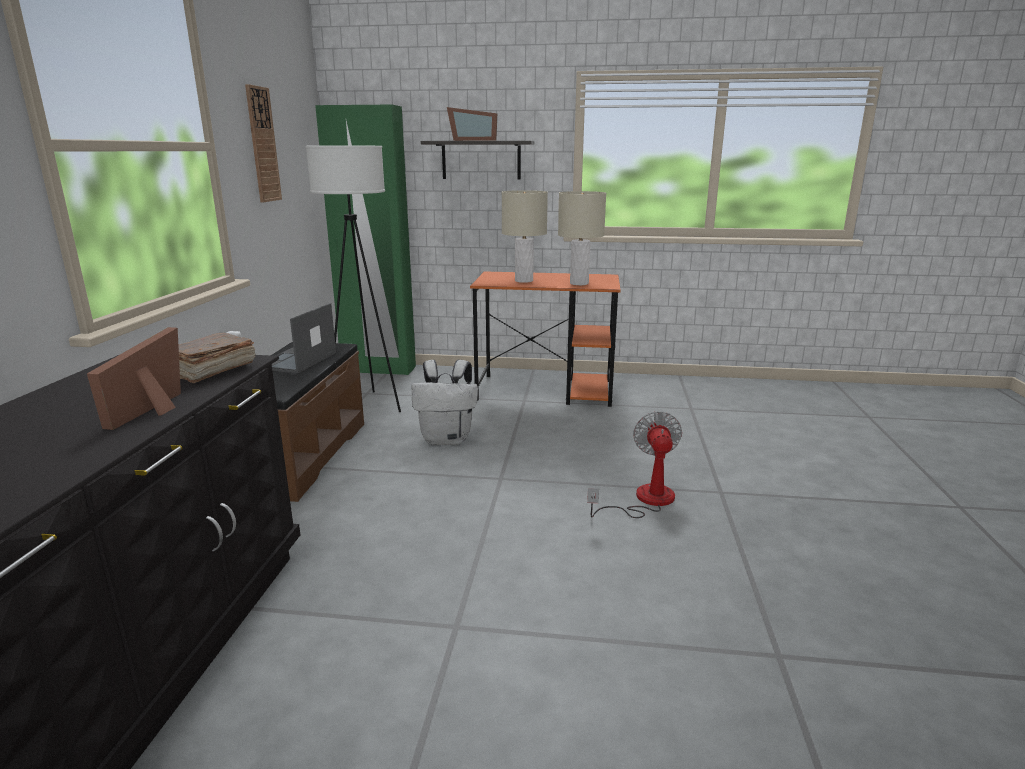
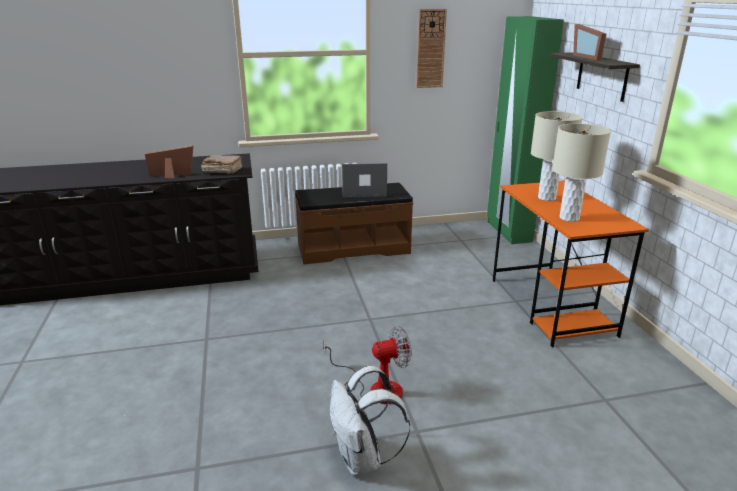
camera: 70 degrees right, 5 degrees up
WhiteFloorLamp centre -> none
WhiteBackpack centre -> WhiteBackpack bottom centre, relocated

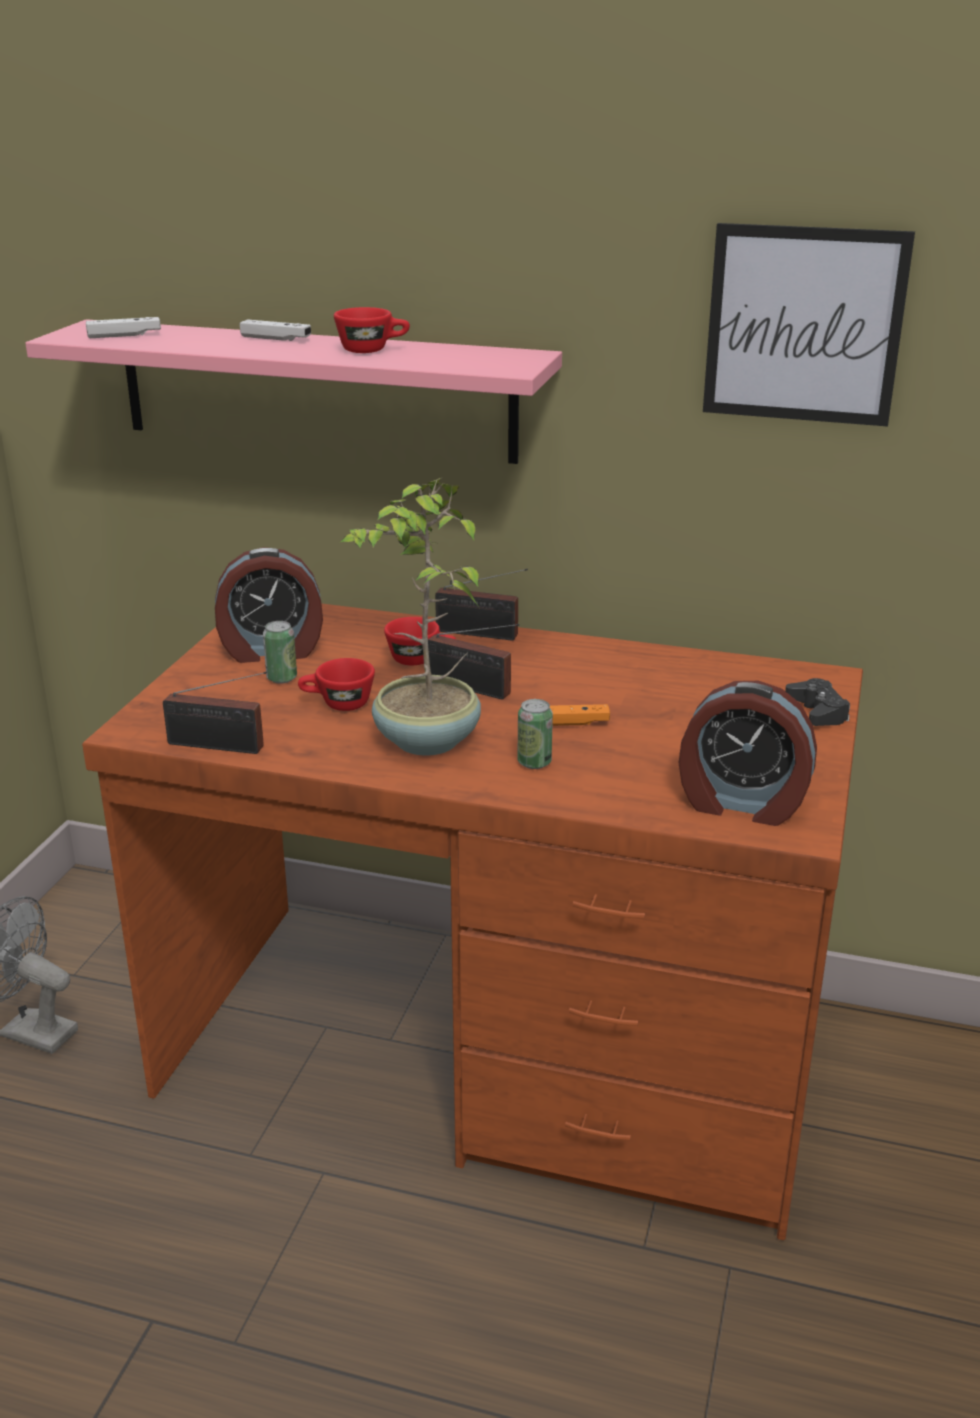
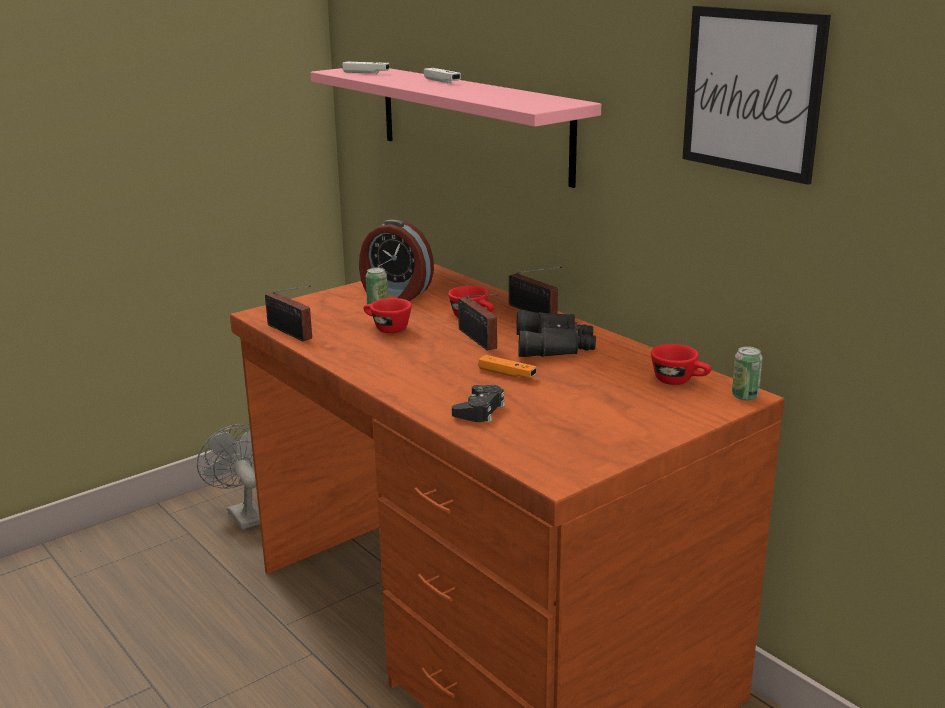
camera: 35 degrees right, 5 degrees down
PottedPlant centre -> none
AlarmClock (no. 2 from left) middle right -> none
none -> BlackBinoculars centre
RedCup (no. 2 from left in the first image) top centre -> RedCup (no. 3 from left) middle right, relocated
Can (no. 2 from left) centre -> Can (no. 2 from left) middle right, relocated
BlackGameController middle right -> BlackGameController centre, relocated

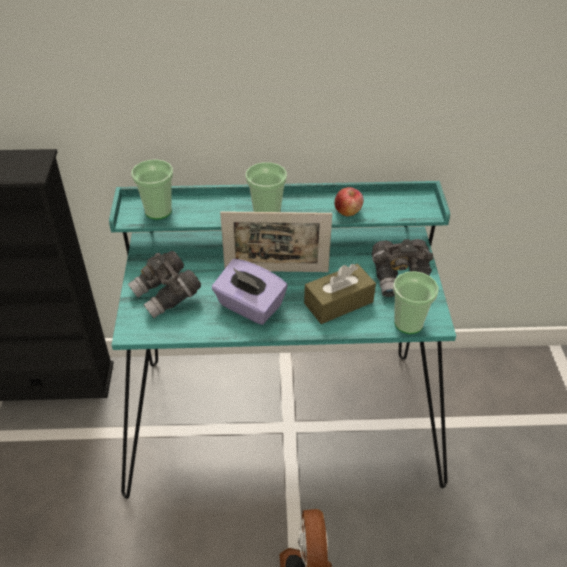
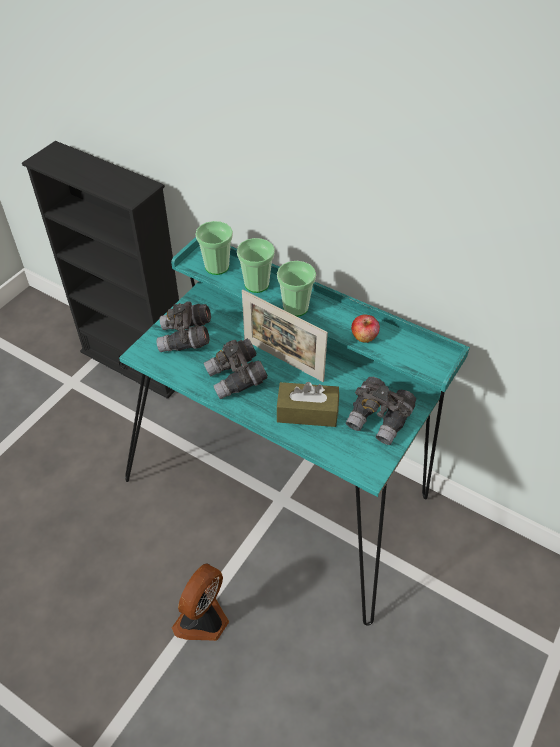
camera: 35 degrees right, 5 degrees up
Cup (no. 3 from left in the first image) middle right -> Cup (no. 2 from left) centre, relocated
PurpleTissueBox centre -> GreyBinoculars (no. 2 from left) centre

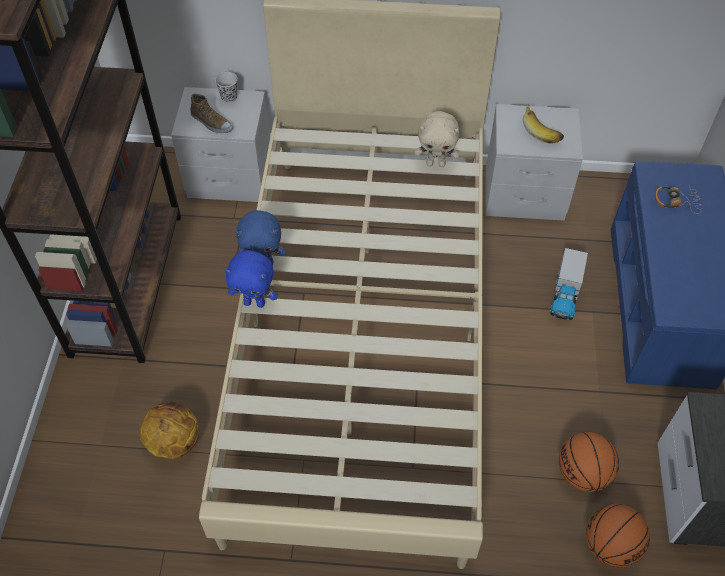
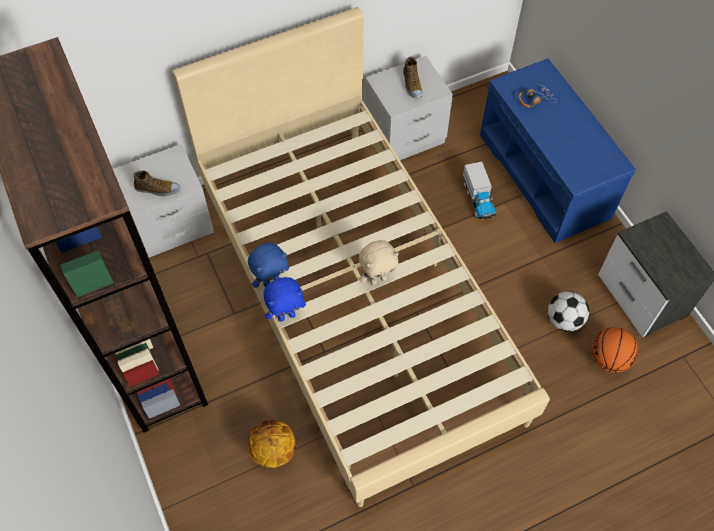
camera: 30 degrees left, 5 degrees up
BlackCup top left -> none
BeigePlushToy top centre -> BeigePlushToy centre, relocated
Banana top right -> Shoe (no. 2 from left) top centre
Basketball (no. 2 from left) bottom right -> Football middle right

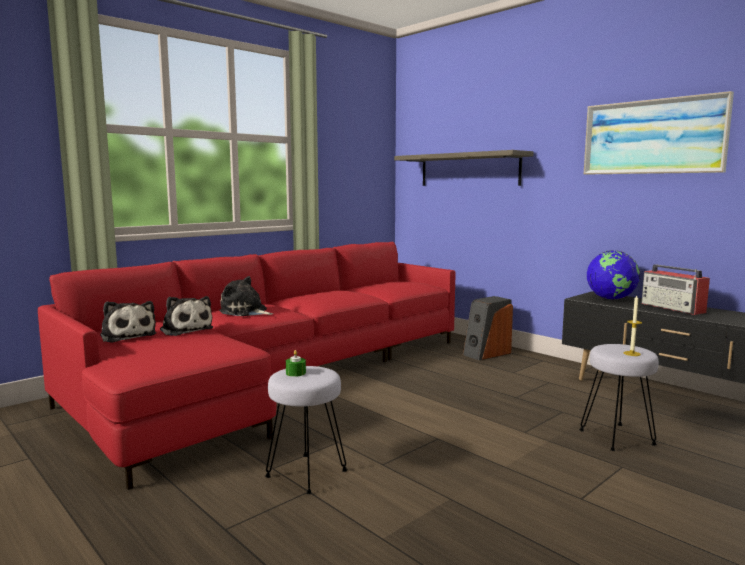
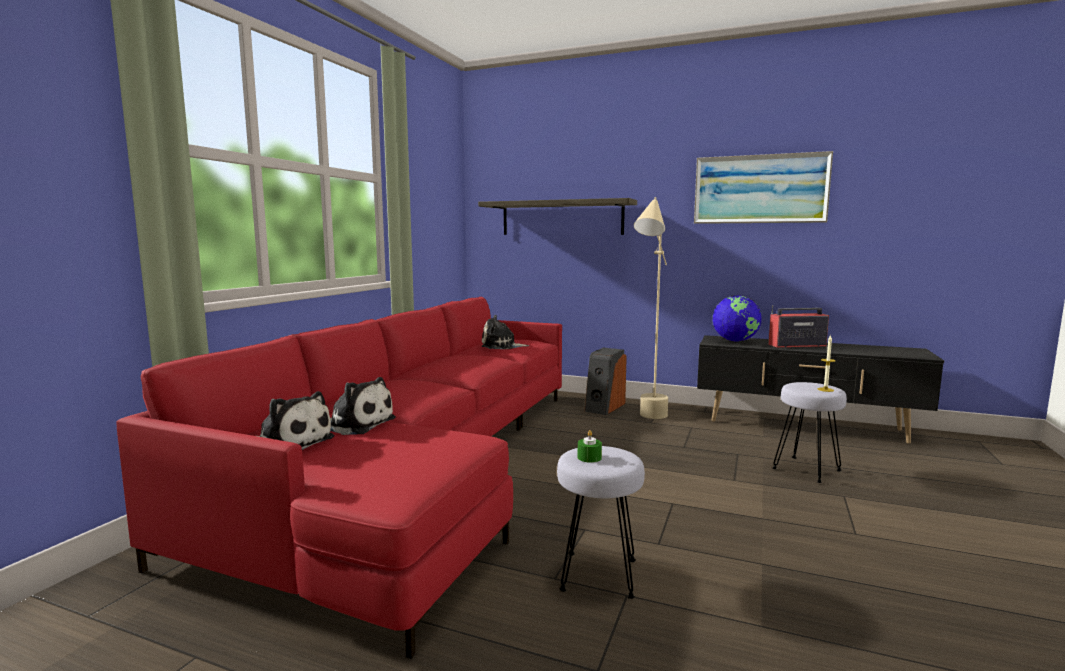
camera: 25 degrees left, 0 degrees up
none -> BeigeFloorLamp centre
PlushToy (no. 3 from left) middle left -> PlushToy (no. 3 from left) centre, relocated
Radio middle right, 135 degrees clockwise

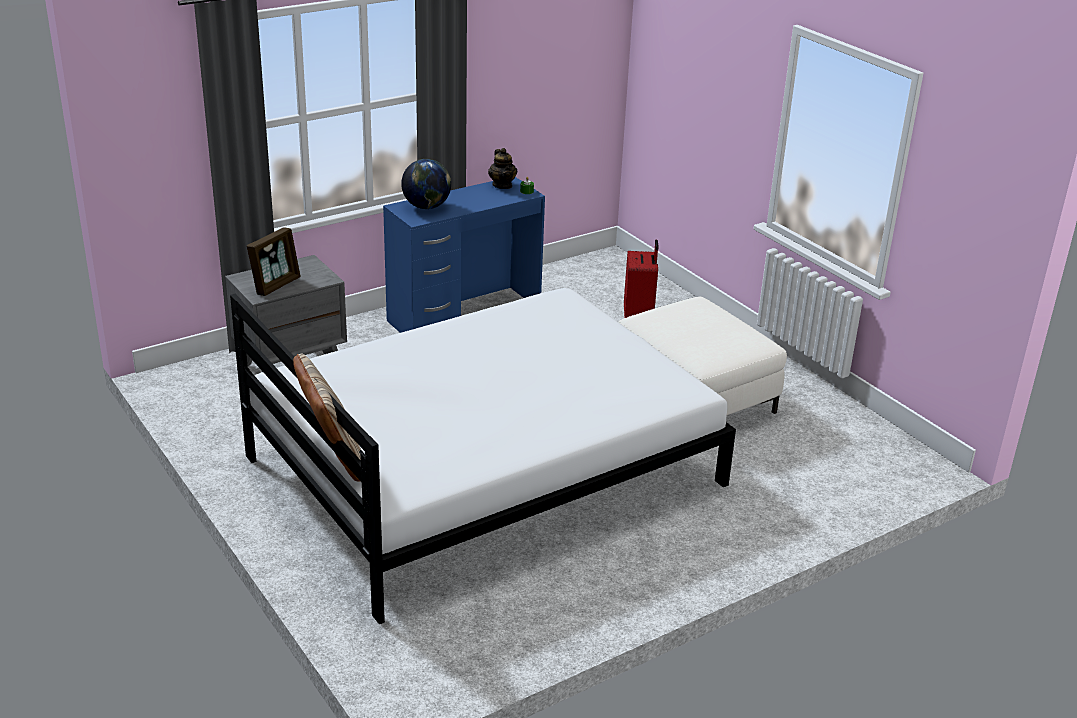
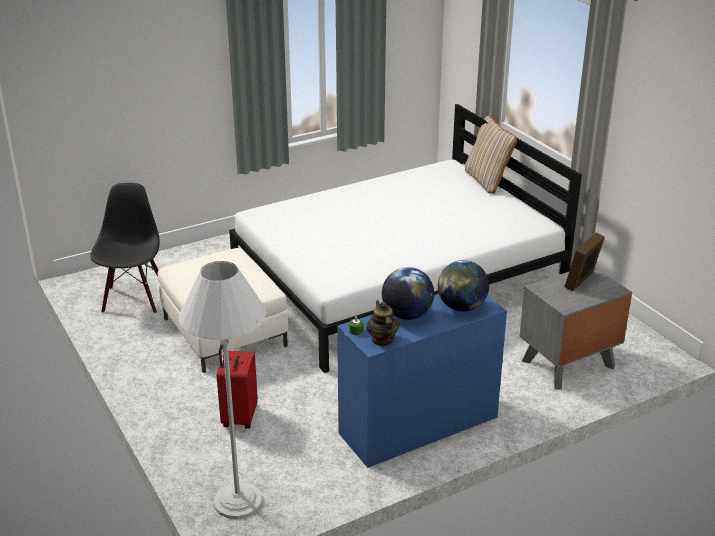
camera: 175 degrees left, 0 degrees up
none -> BlackChair middle left
none -> WhiteFloorLamp bottom left
none -> Globe (no. 1 from left) centre

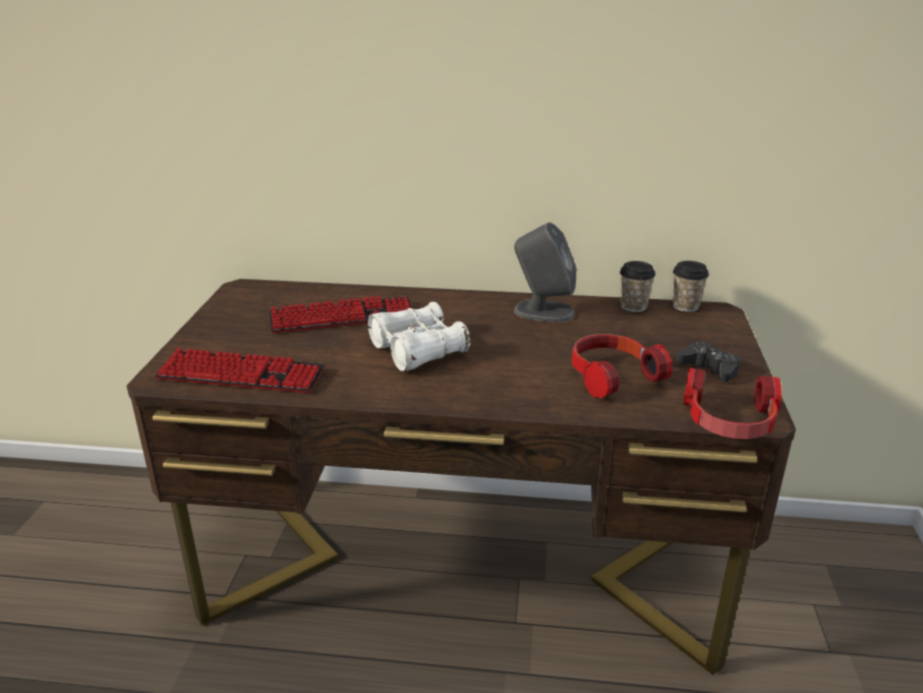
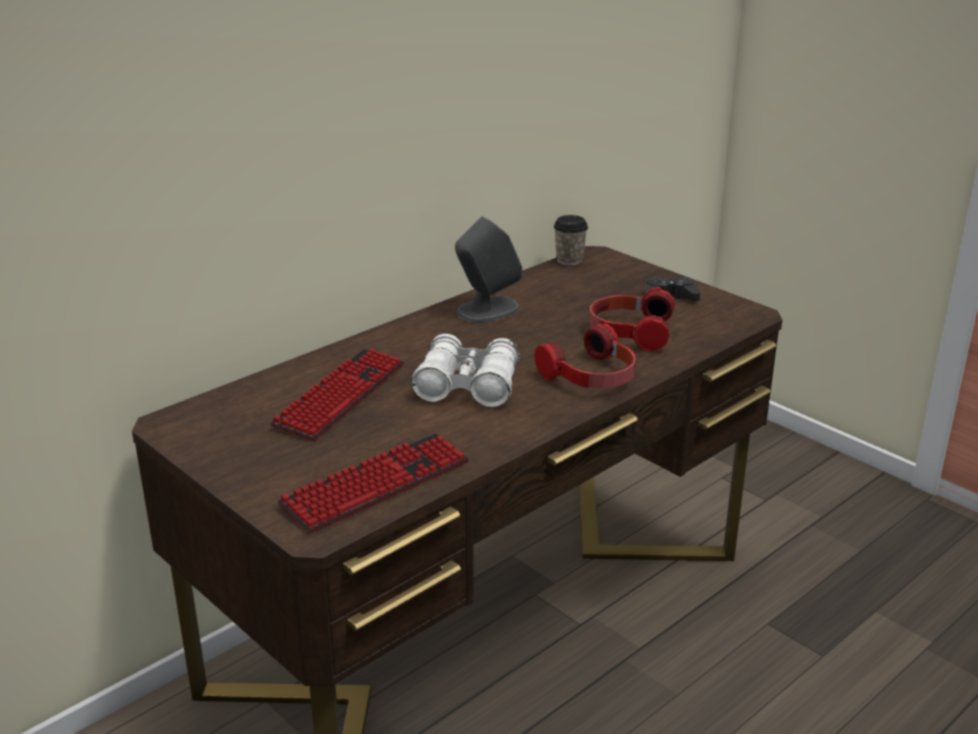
camera: 50 degrees left, 0 degrees up
Cup (no. 1 from left) middle right -> none
Headphones (no. 2 from left in the first image) middle right -> Headphones (no. 1 from left) centre, relocated

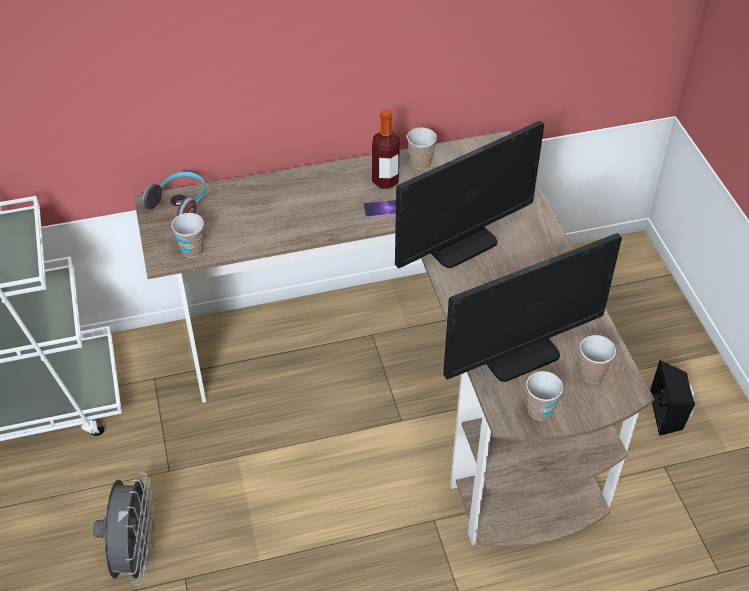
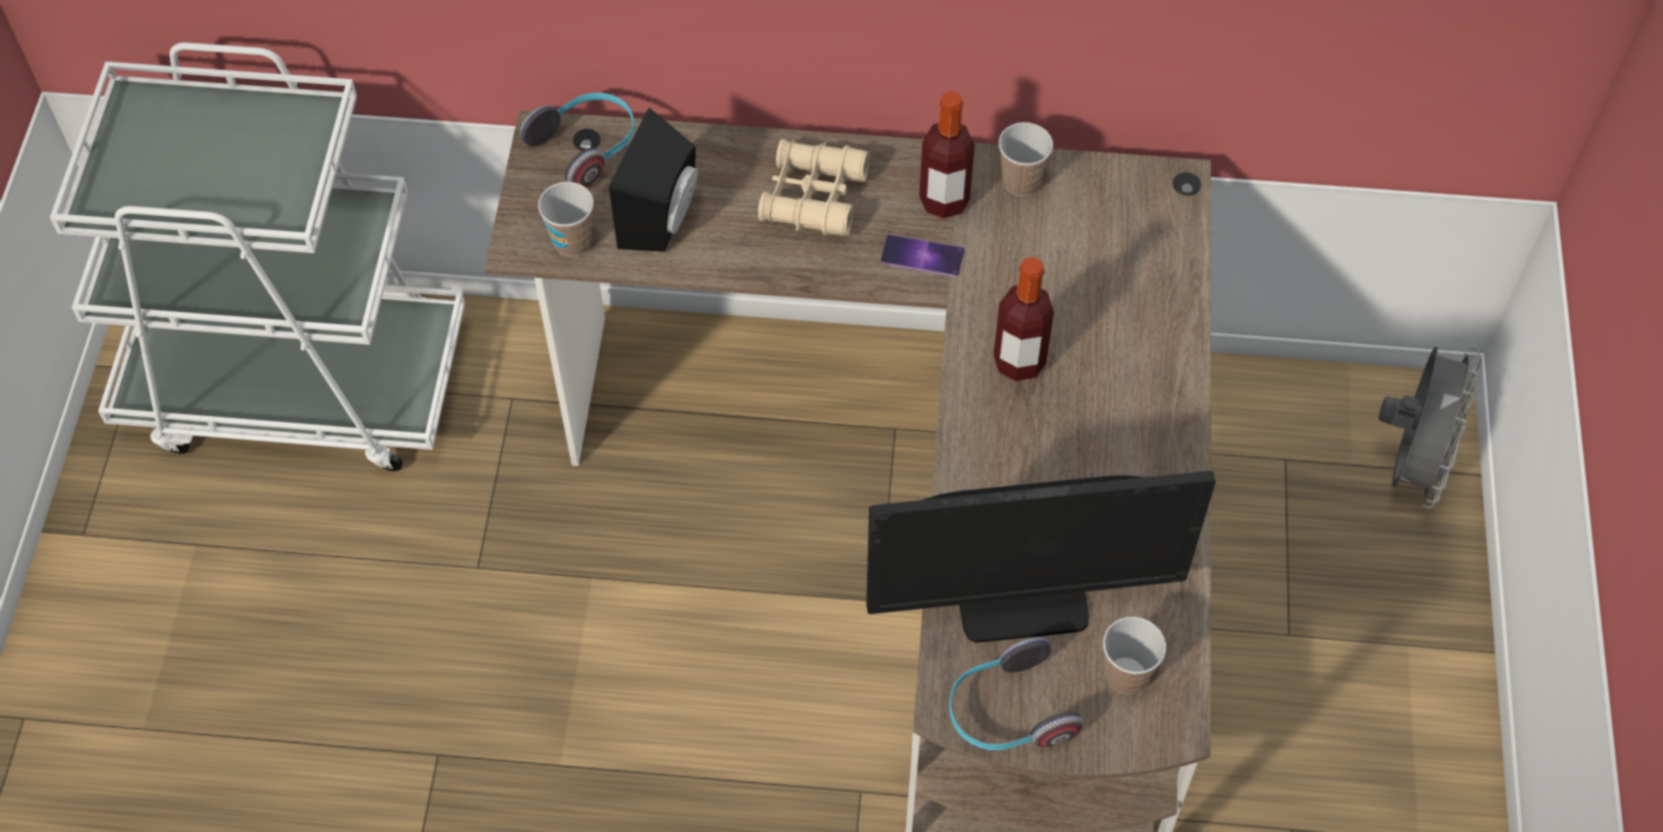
camera: 20 degrees right, 10 degrees up
none -> BeigeBinoculars top centre
GreyFan bottom left -> GreyFan middle right, relocated
BlackSpeaker bottom right -> BlackSpeaker top centre, relocated
Monitor (no. 1 from left) top centre -> Bottle (no. 2 from left) centre
Cup (no. 3 from left) bottom right -> Headphones (no. 2 from left) bottom centre

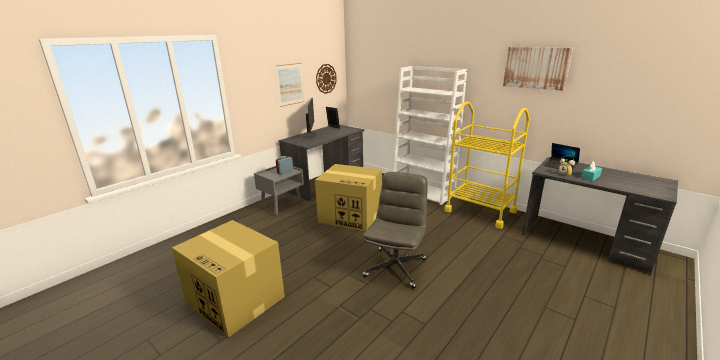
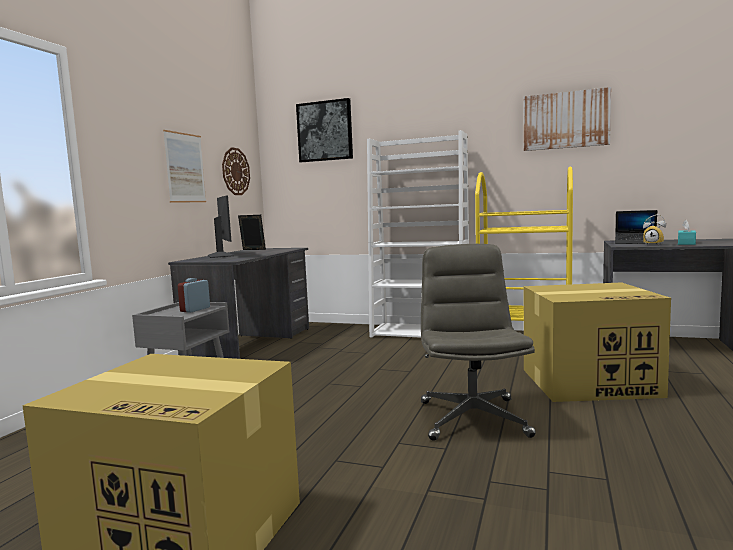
camera: 20 degrees left, 15 degrees down
none -> Picture (no. 2 from left) top centre
CardboardBox (no. 2 from left) centre -> CardboardBox (no. 2 from left) middle right, relocated

